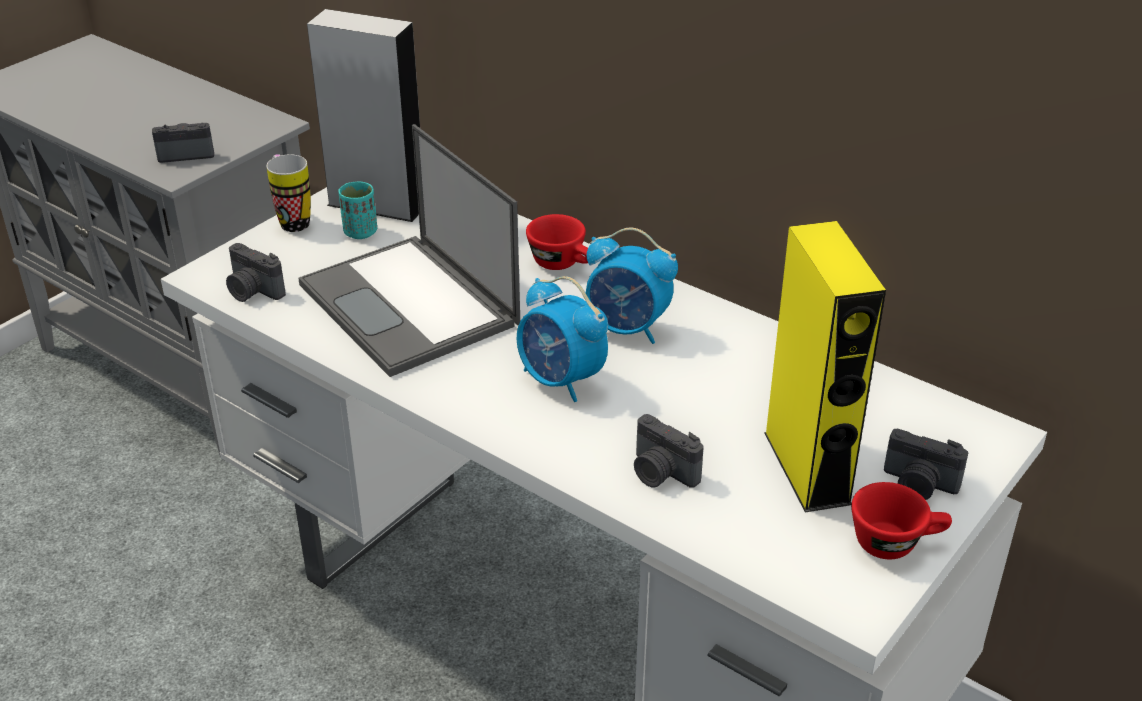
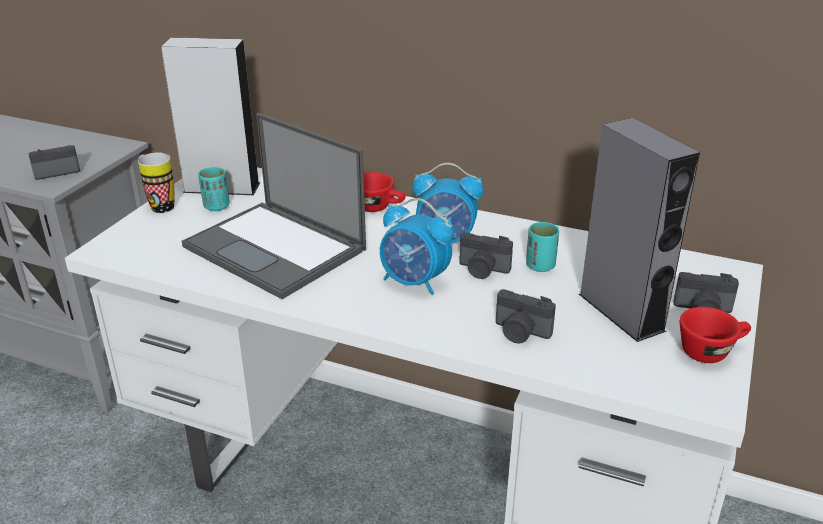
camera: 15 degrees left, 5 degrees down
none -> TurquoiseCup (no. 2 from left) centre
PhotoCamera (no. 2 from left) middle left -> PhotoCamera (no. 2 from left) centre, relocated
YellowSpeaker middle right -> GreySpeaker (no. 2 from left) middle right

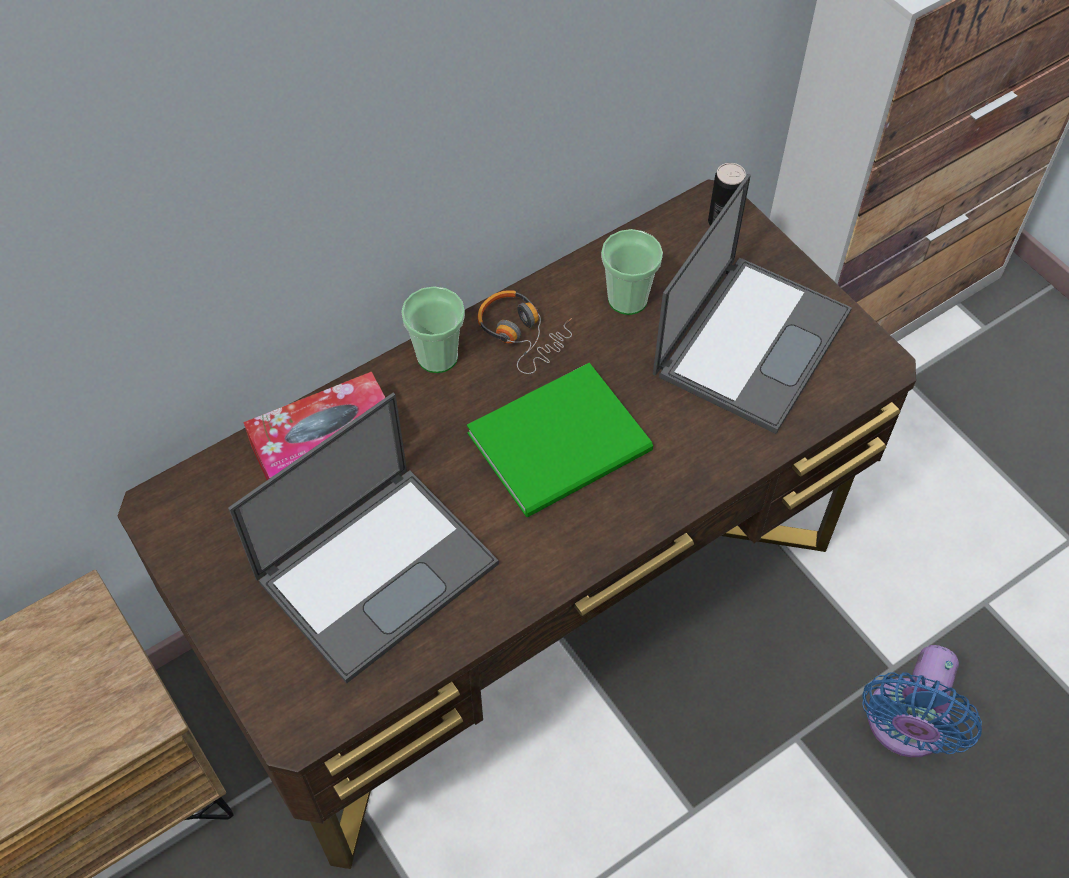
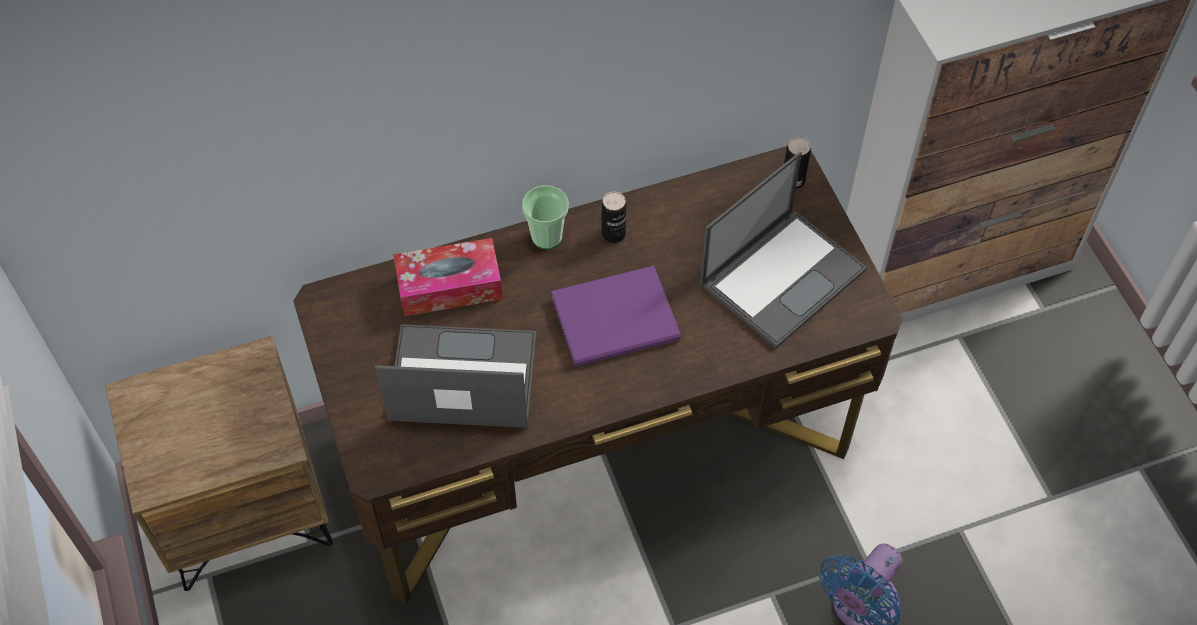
camera: 15 degrees right, 0 degrees up
Cup (no. 2 from left) top centre -> none
Headphones centre -> Can (no. 1 from left) centre
GreenBook centre -> PurpleBook centre
Laptop (no. 1 from left) centre, 150 degrees counterclockwise

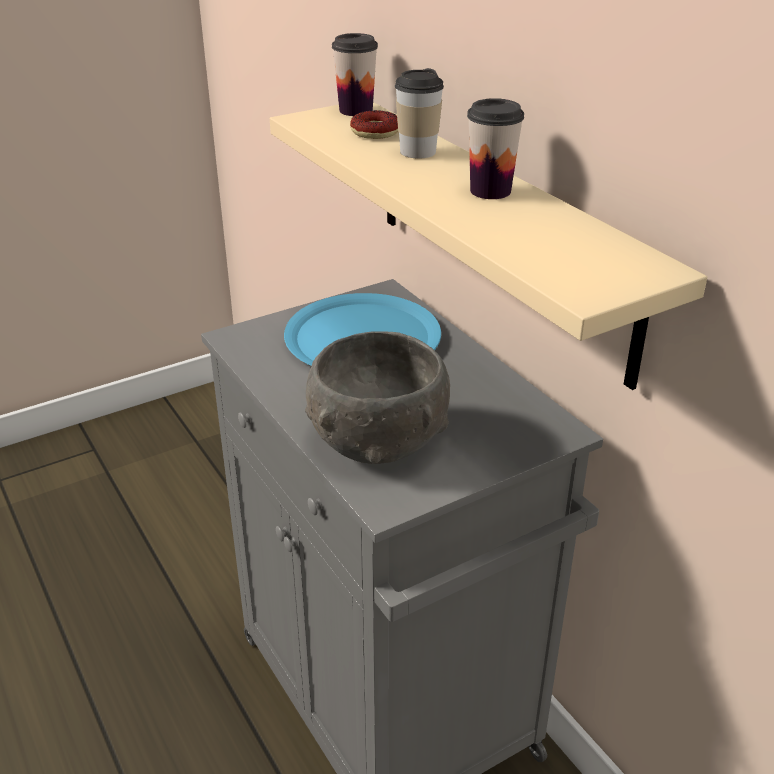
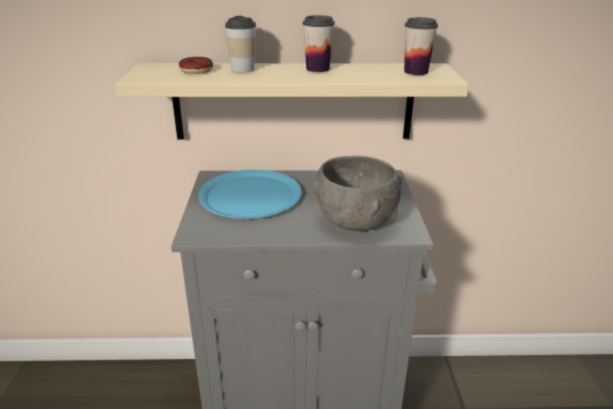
camera: 60 degrees left, 5 degrees down
Cup (no. 1 from left in the first image) top centre -> Cup (no. 3 from left) top right, relocated

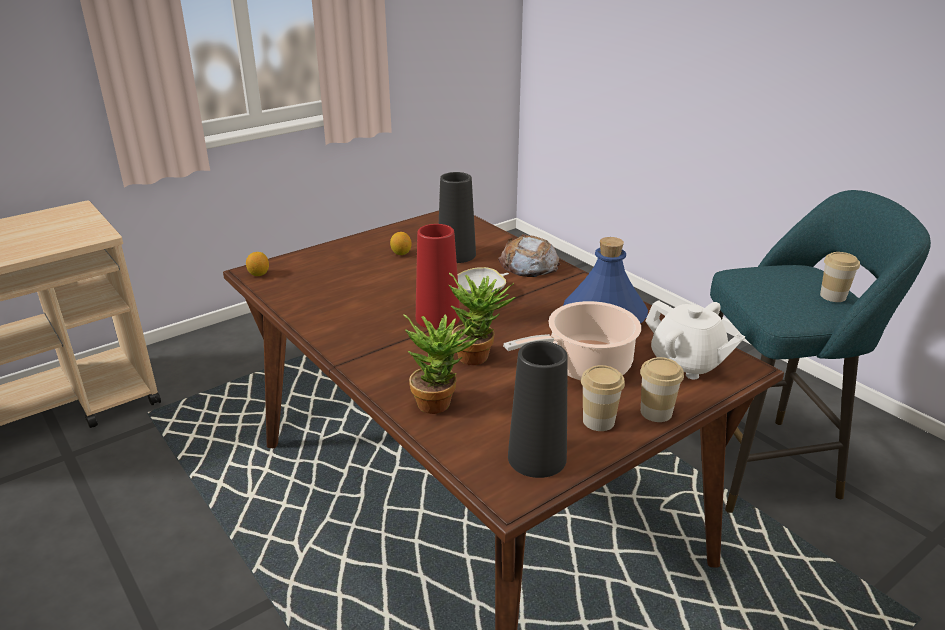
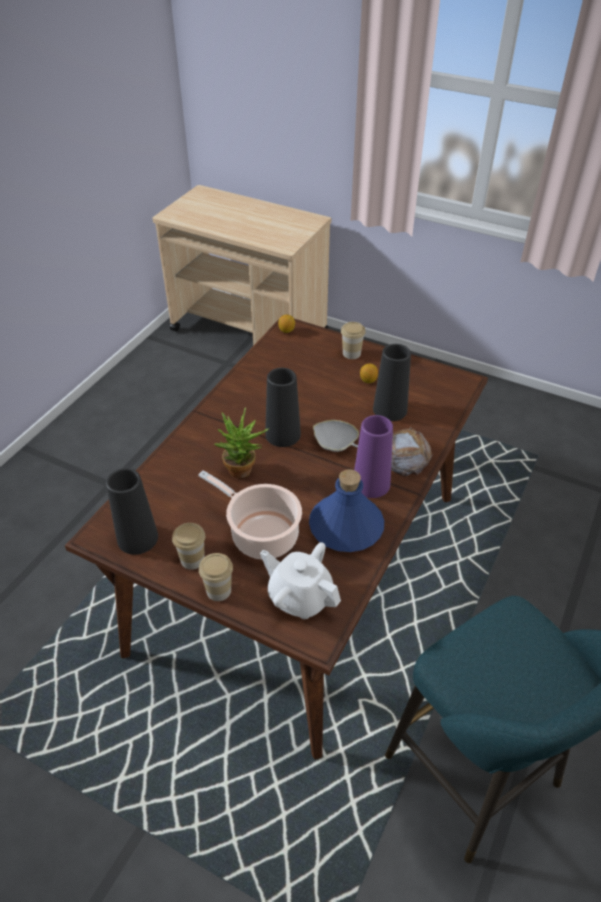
camera: 65 degrees right, 15 degrees up
PottedPlant (no. 1 from left) centre -> none
none -> PurpleVase centre
Cup (no. 3 from left) middle right -> Cup (no. 3 from left) centre, relocated
RedVase centre -> BlackVase (no. 2 from left) centre
WhiteTeapot middle right -> WhiteTeapot centre, 105 degrees clockwise

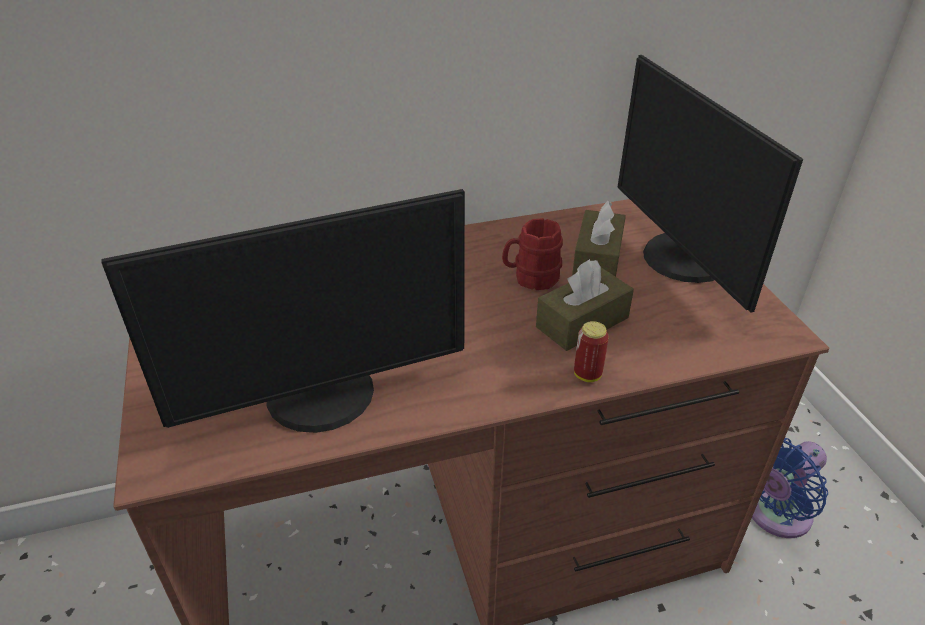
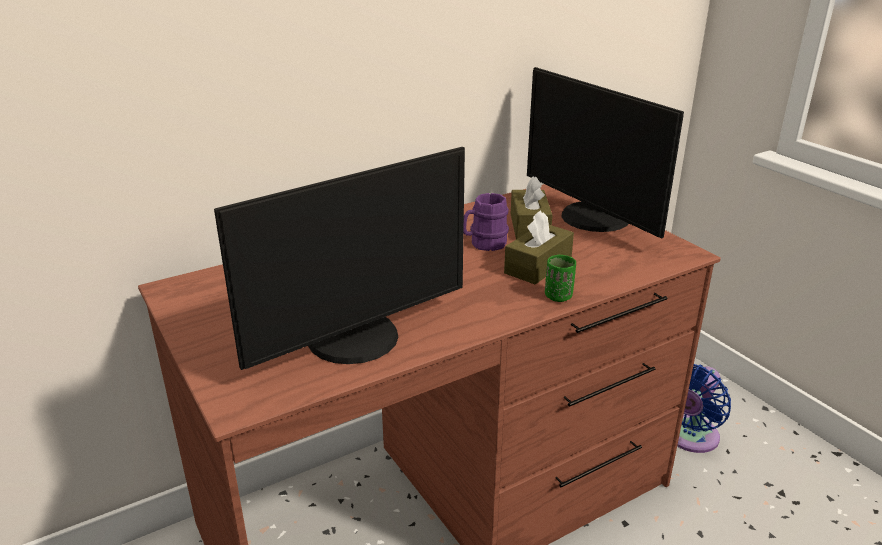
camera: 15 degrees left, 10 degrees down
Can centre -> GreenCup centre
RedMug centre -> PurpleMug centre

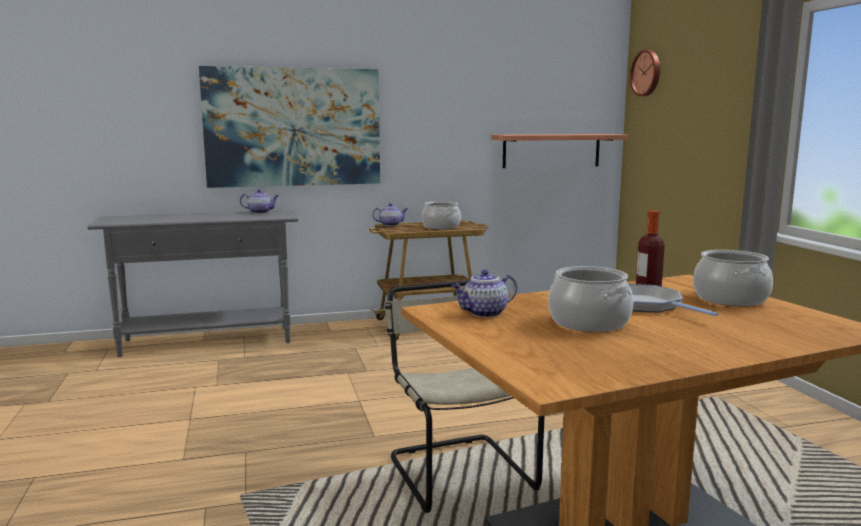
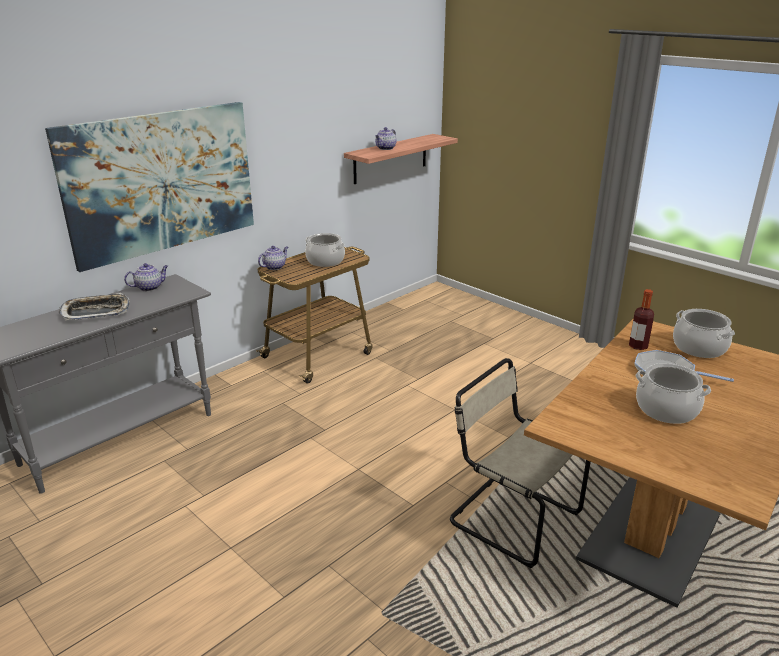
camera: 30 degrees left, 15 degrees up
WallClock top right -> none
none -> Tray middle left
Teapot (no. 3 from left) centre -> Teapot (no. 3 from left) top centre, relocated

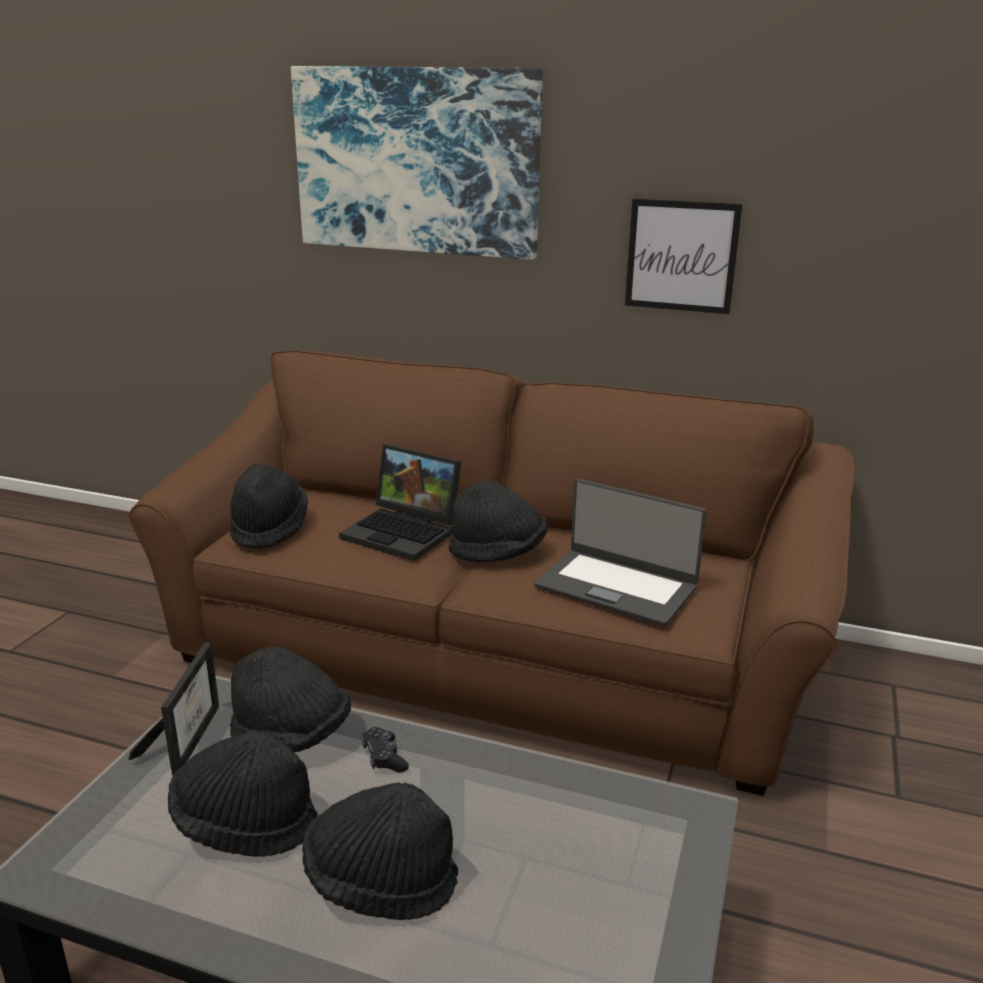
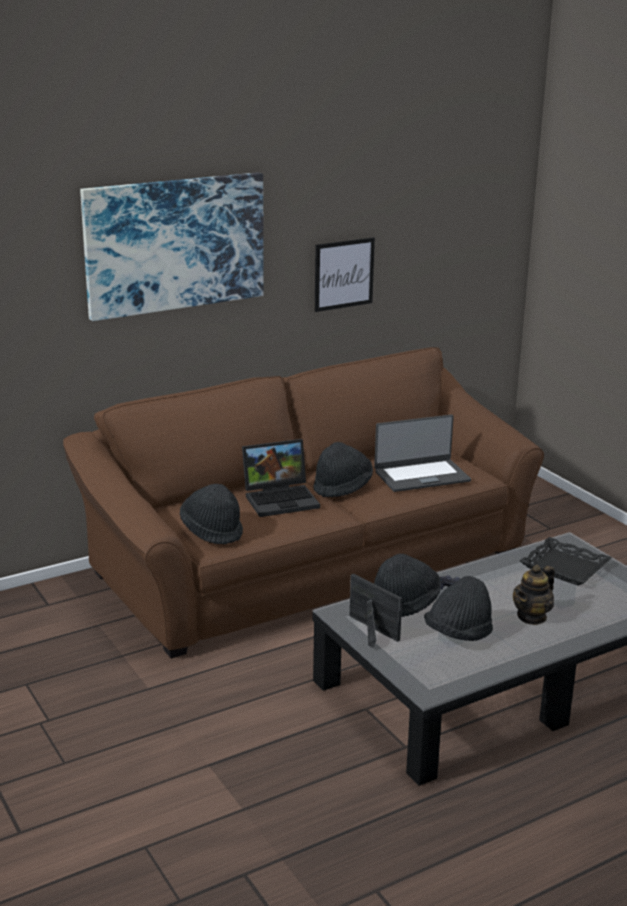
camera: 50 degrees left, 0 degrees up
none -> BlackTray middle right
BlackHat (no. 4 from left) bottom centre -> Teapot middle right

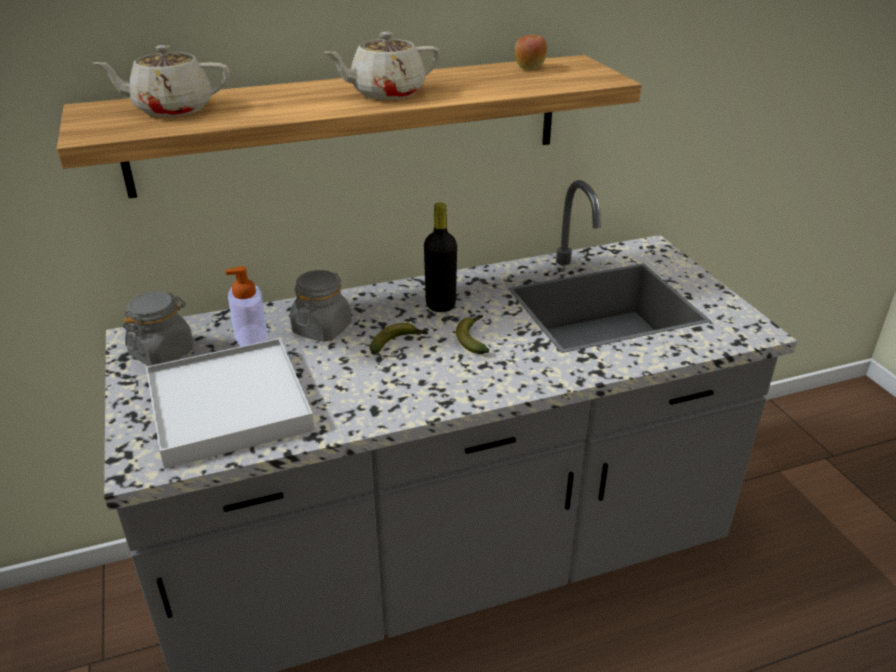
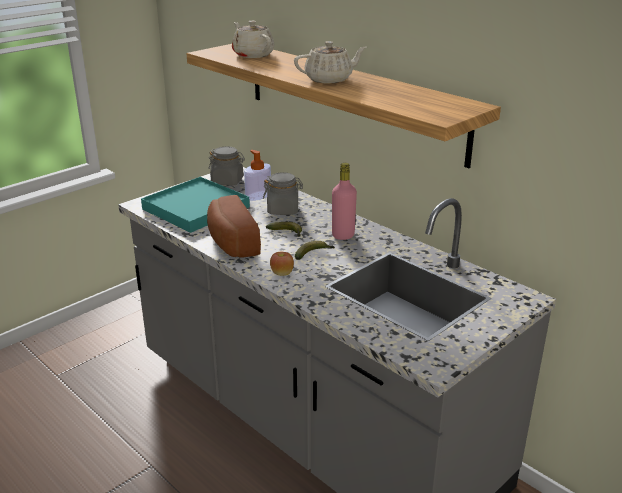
camera: 65 degrees right, 5 degrees down
none -> Bread centre
Apple top centre -> Apple centre, relocated
WhiteTray middle left -> TurquoiseTray middle left
BlackBottle centre -> PinkBottle centre
BeigeTeapot (no. 2 from left) top centre, 120 degrees clockwise

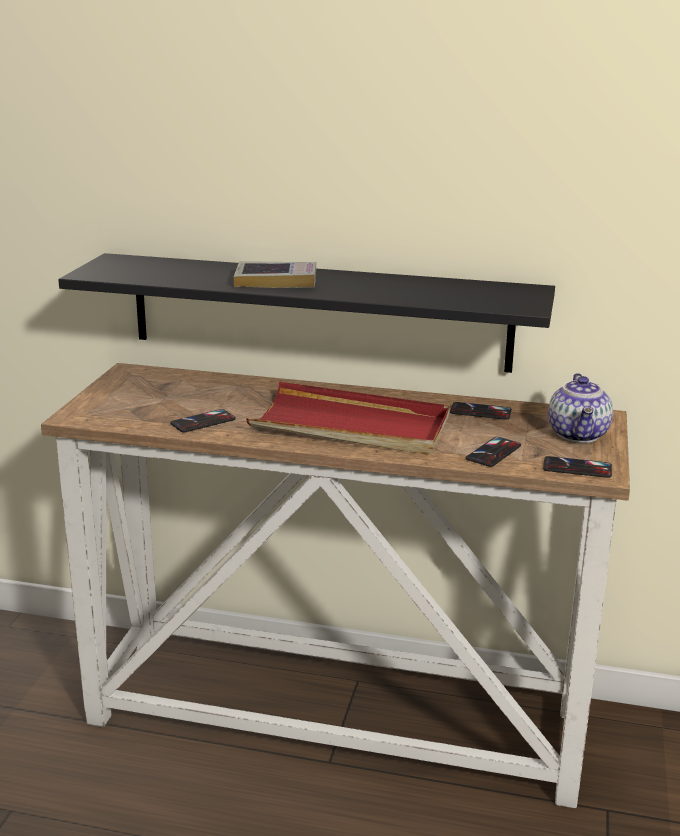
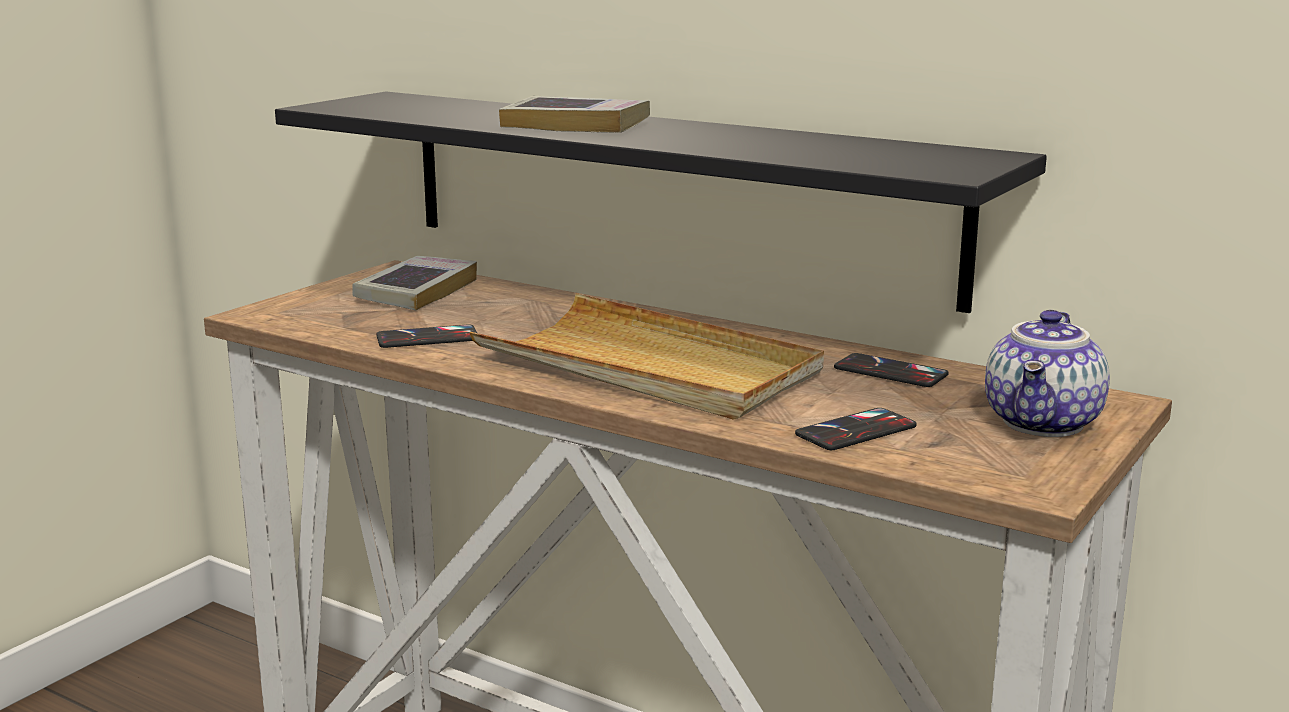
camera: 20 degrees right, 5 degrees down
Phone (no. 4 from left) middle right -> none
none -> Book (no. 1 from left) middle left
RedTray centre -> BeigeTray centre

